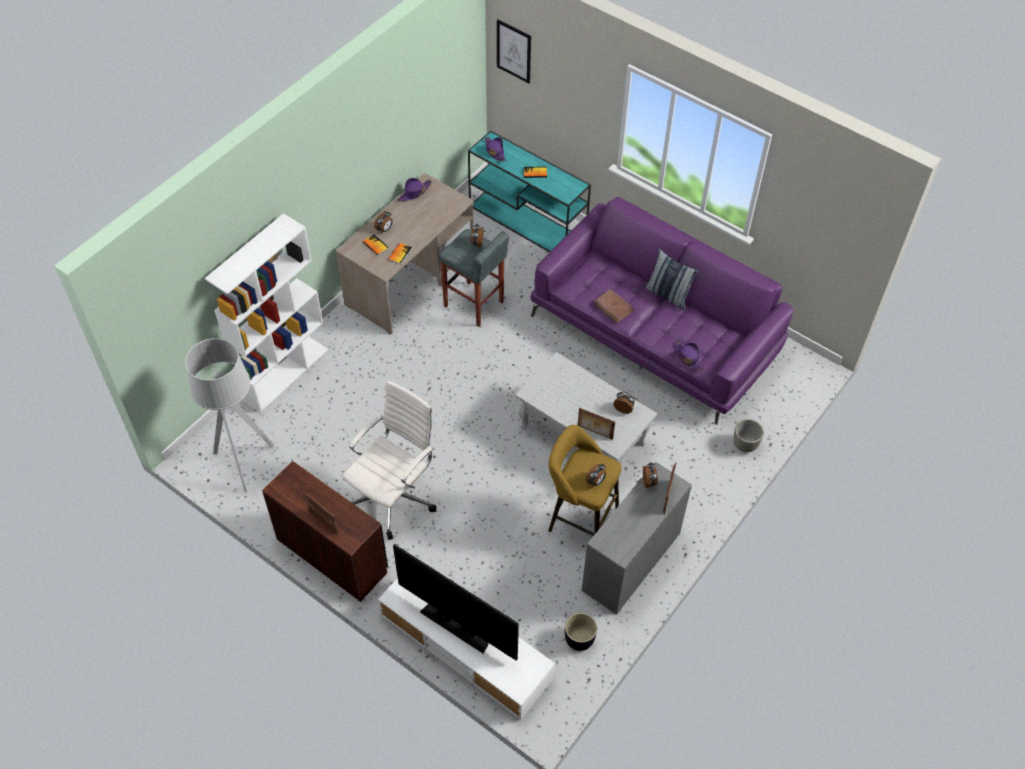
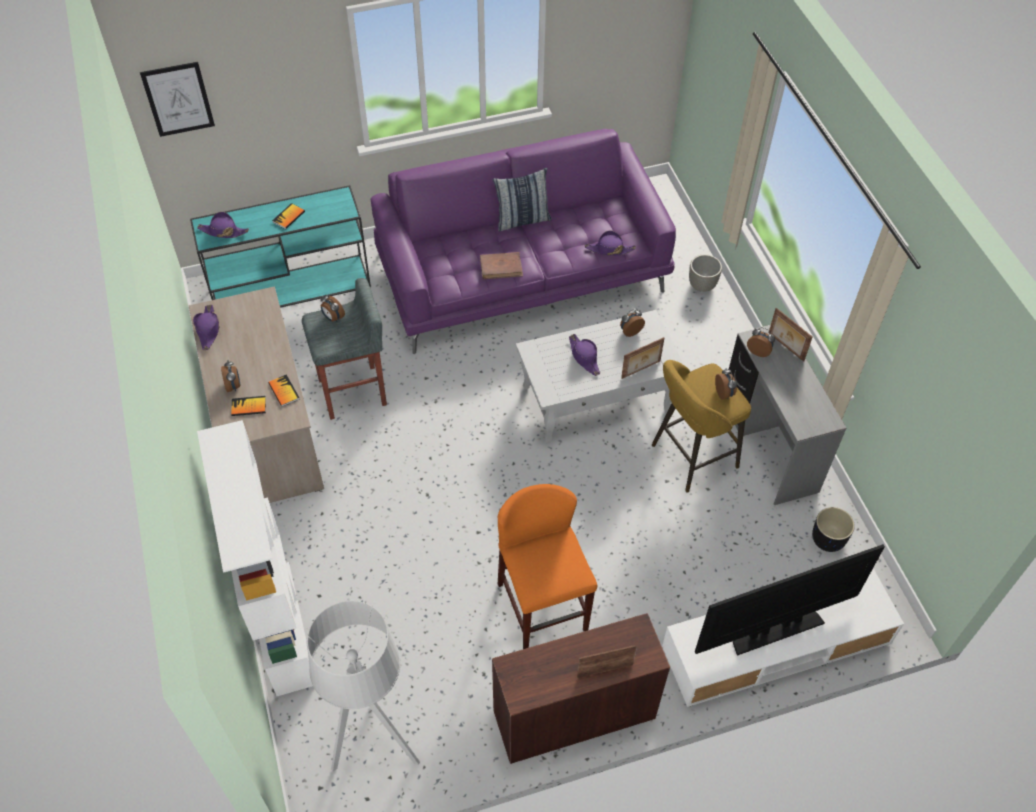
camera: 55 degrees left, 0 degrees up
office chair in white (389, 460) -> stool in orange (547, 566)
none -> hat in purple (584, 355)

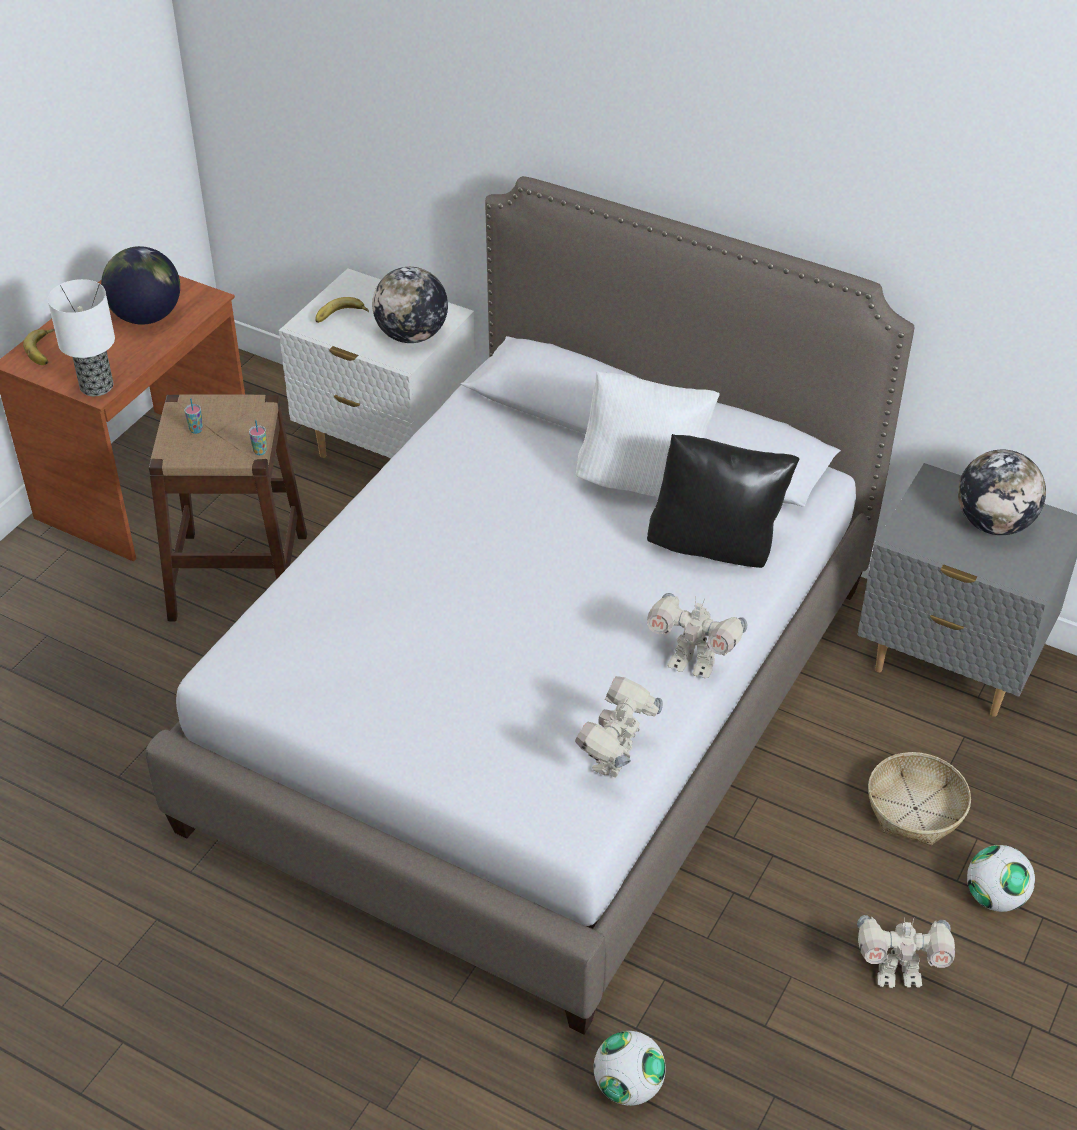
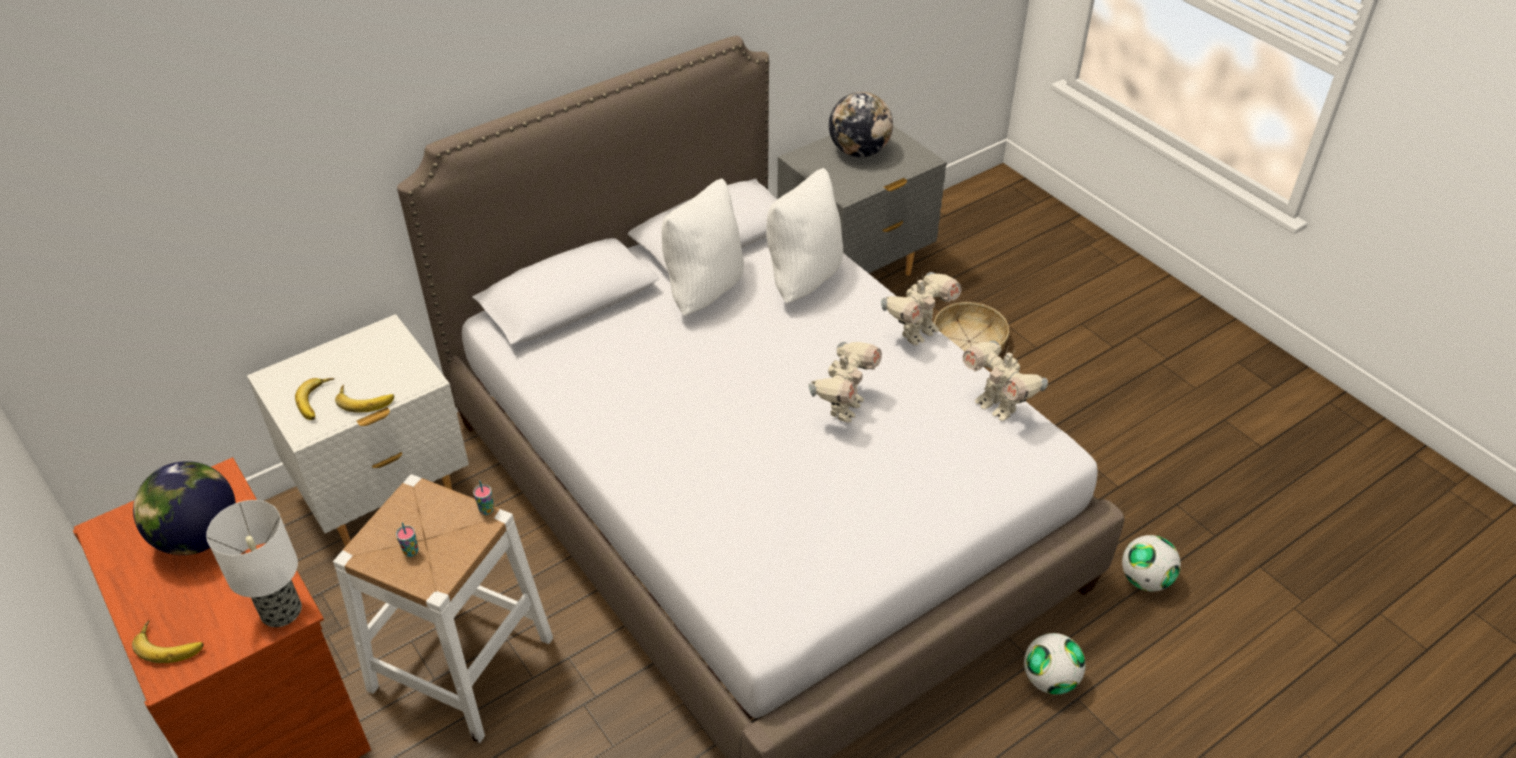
camera: 65 degrees left, 0 degrees up
stool in brown (228, 507) -> stool in white (443, 608)
globe (410, 305) -> none
pillow in black (723, 501) -> pillow in white (804, 236)
toy robot (906, 951) -> toy robot (845, 382), shifted
football (1001, 878) -> football (1055, 664), shifted
none -> banana (364, 398)

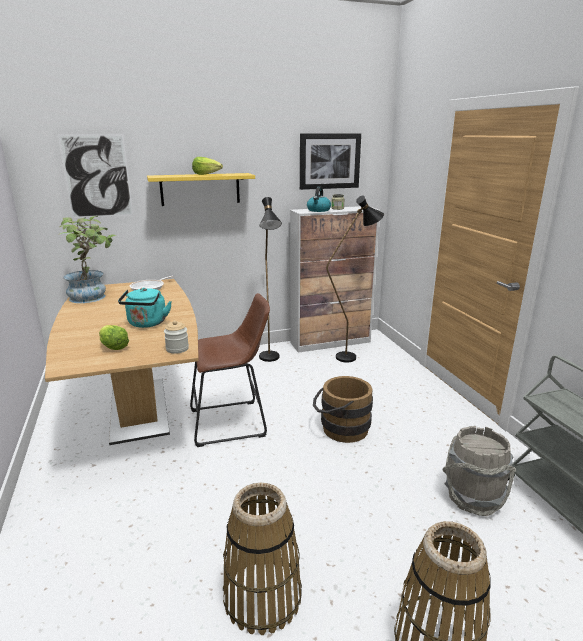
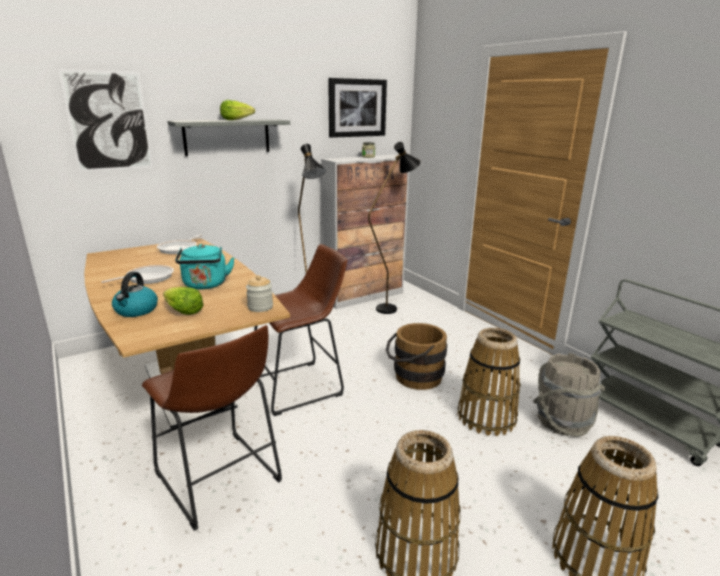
camera: 15 degrees left, 0 degrees up
potted plant (87, 259) -> none
shelf in yellow (201, 189) -> shelf in grey (229, 137)
kettle (319, 199) -> kettle (135, 294), shifted
none -> frying pan (137, 274)
none -> stool in brown (212, 428)
none -> basket (489, 382)

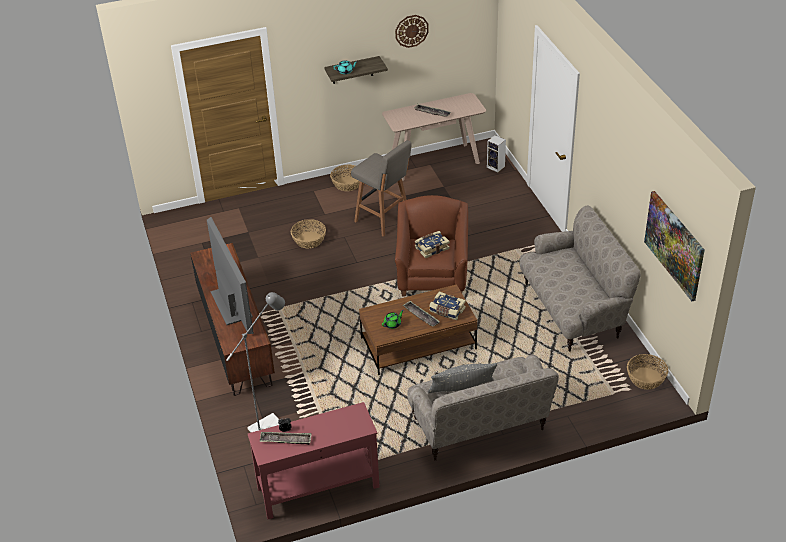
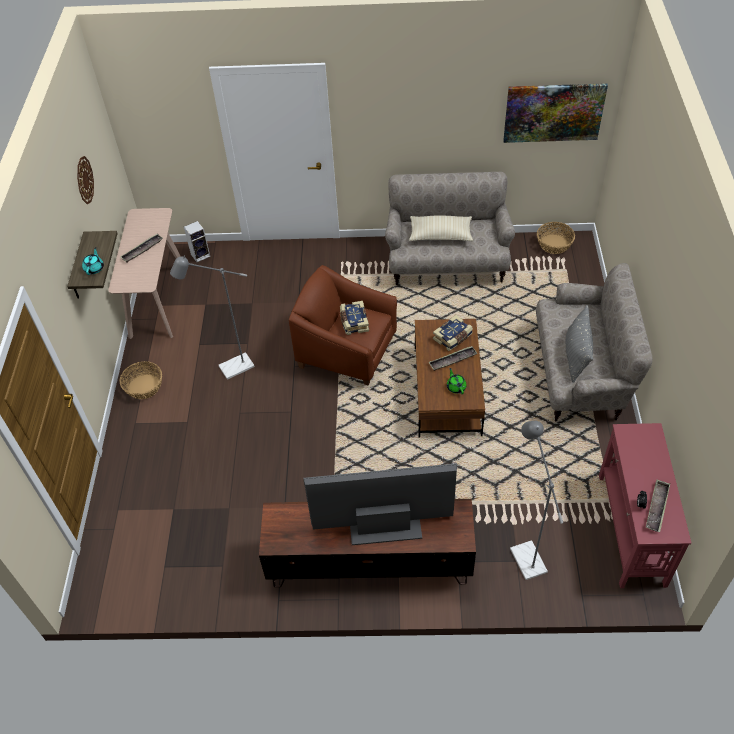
camera: 70 degrees left, 10 degrees up
basket (308, 234) -> none
stool in grey (381, 188) -> floor lamp in grey (212, 318)
none -> pillow in beige (441, 228)

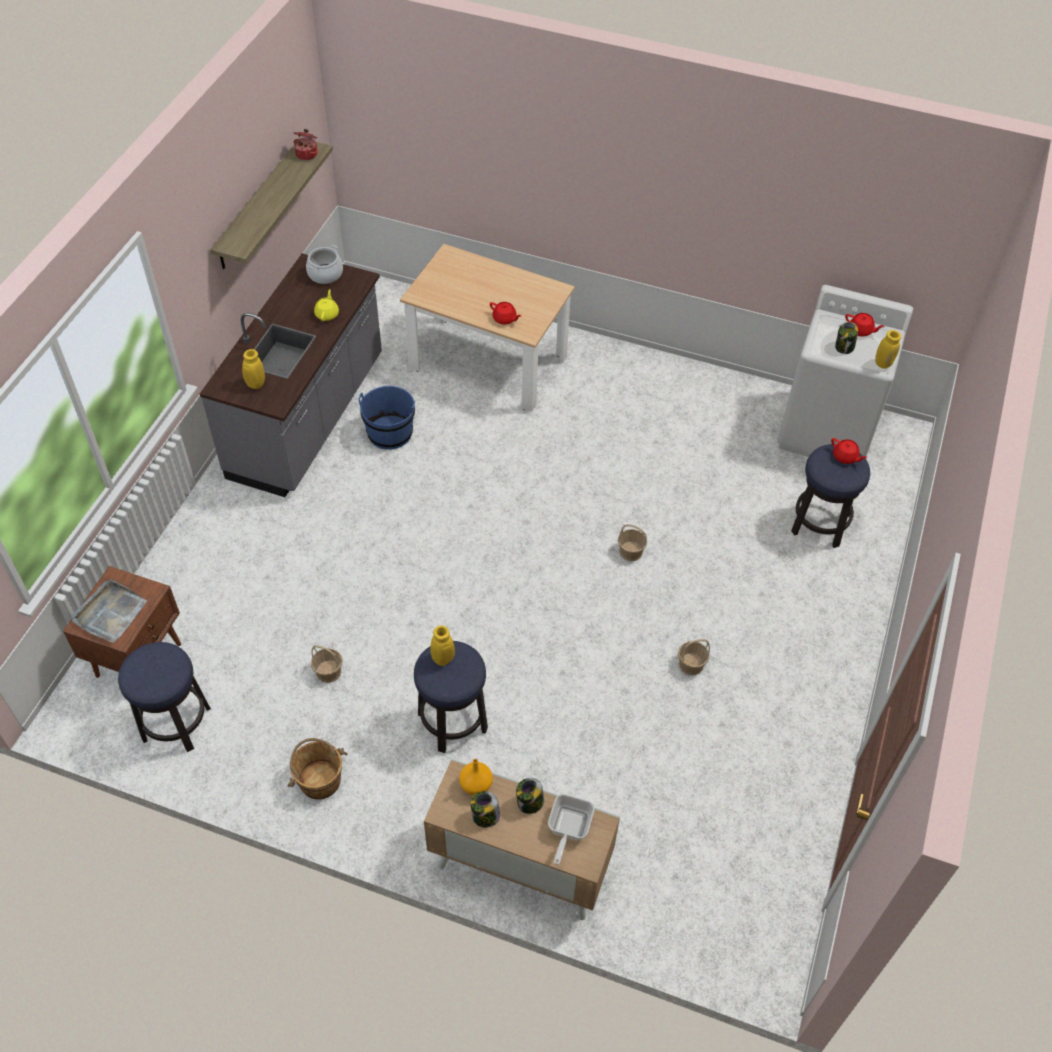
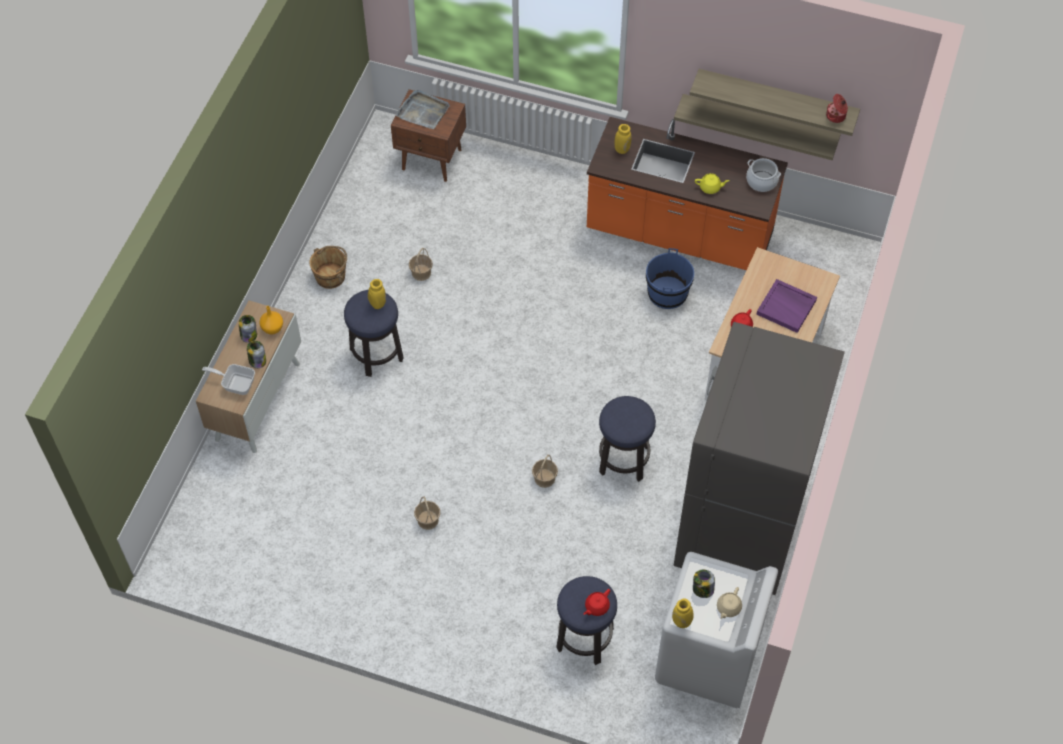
camera: 90 degrees right, 5 degrees up
stool (164, 697) -> stool (627, 439), shifted
counter in grey (291, 375) -> counter in orange (687, 193)
teapot in red (865, 325) -> teapot in beige (729, 603)
none -> shelf (757, 127)
none -> fridge in grey (759, 458)
none -> tray in purple (787, 306)

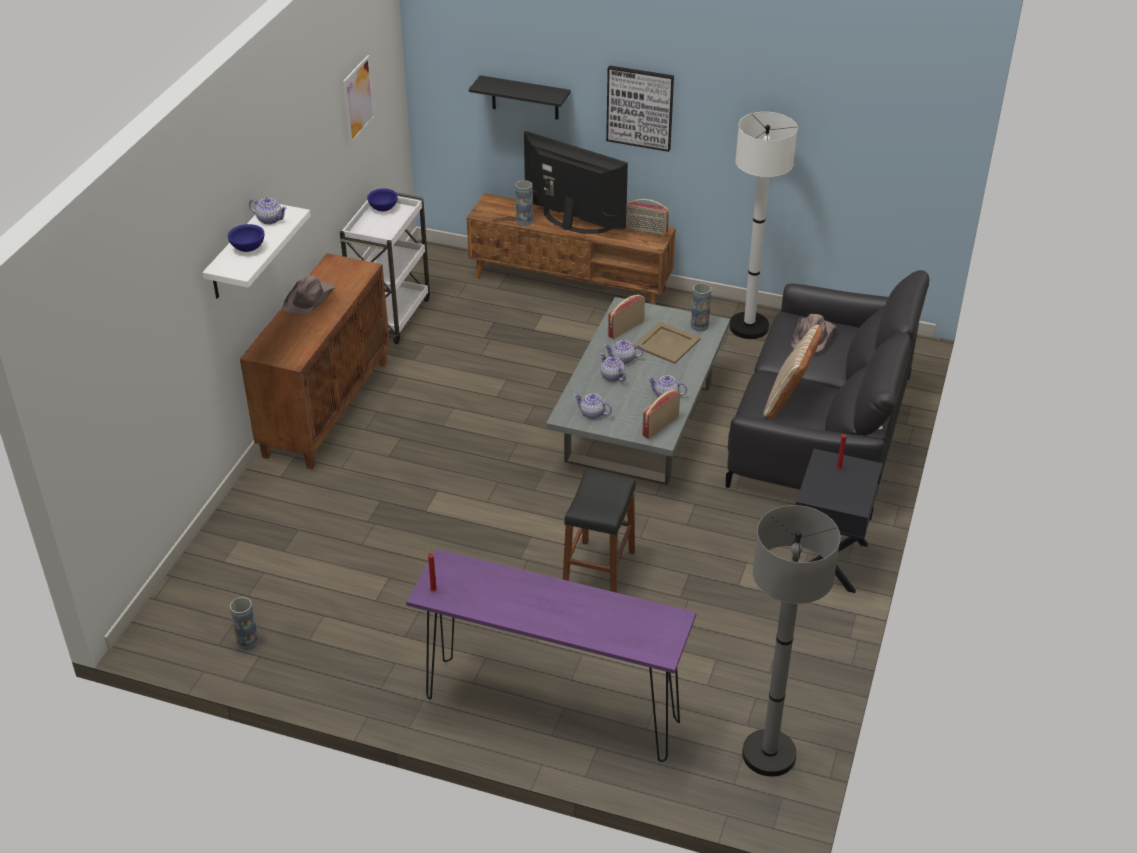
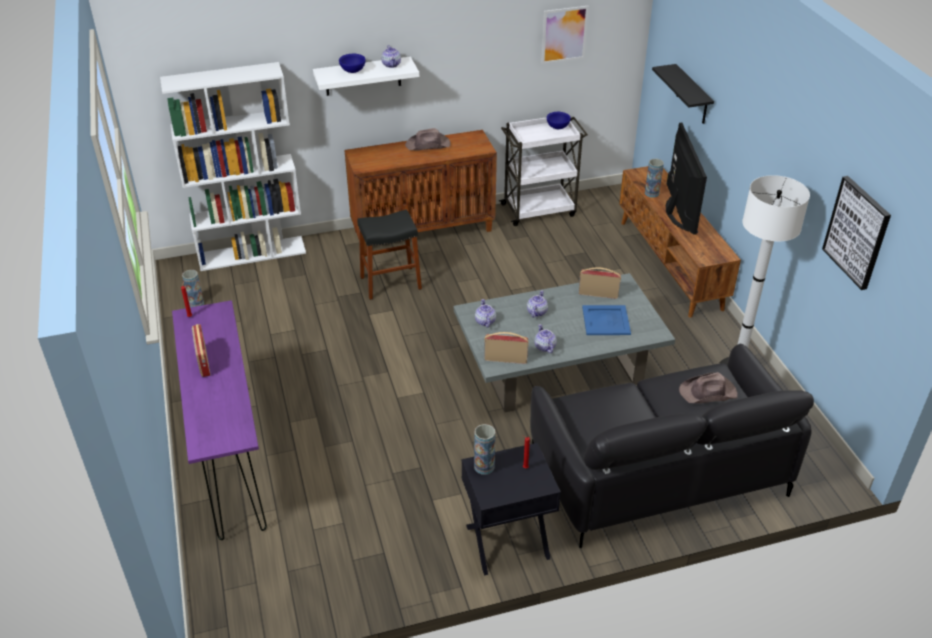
camera: 55 degrees right, 0 degrees up
stool in black (599, 531) -> stool in black (389, 255), shifted
teapot (624, 352) -> none
picture (640, 108) -> picture (856, 233), shifted
radio (647, 217) -> radio (201, 350), shifted
tray in beige (667, 342) -> tray in blue (606, 320)
vase (701, 307) -> vase (484, 449), shifted
floor lamp in grey (791, 641) -> none
pillow in beige (792, 372) -> none
none -> bookcase in white (233, 166)

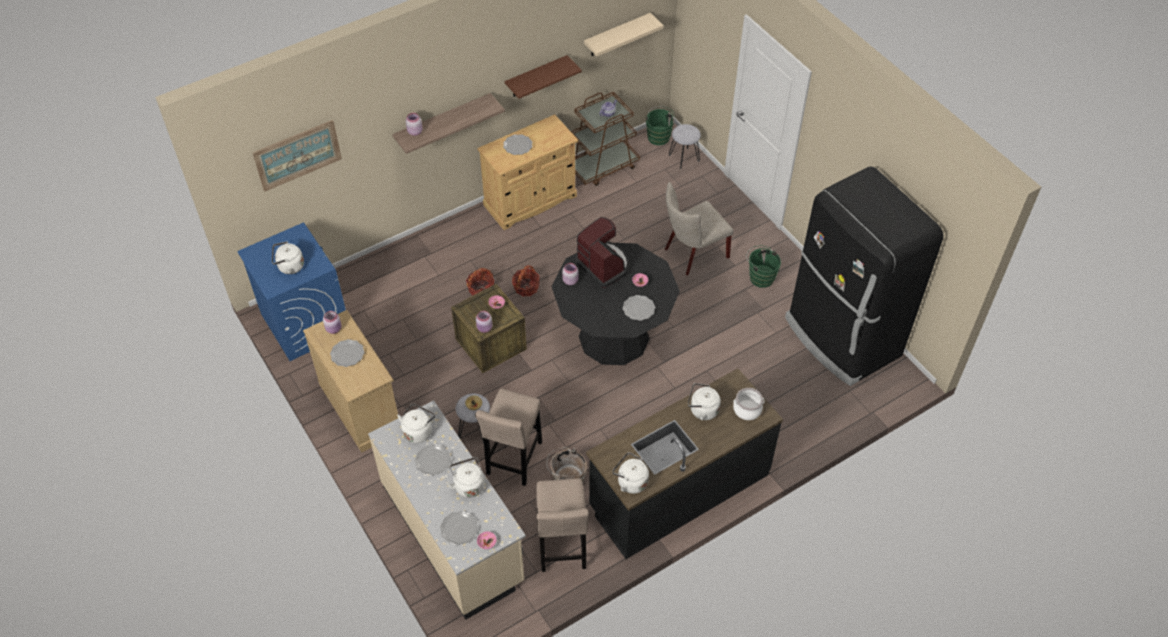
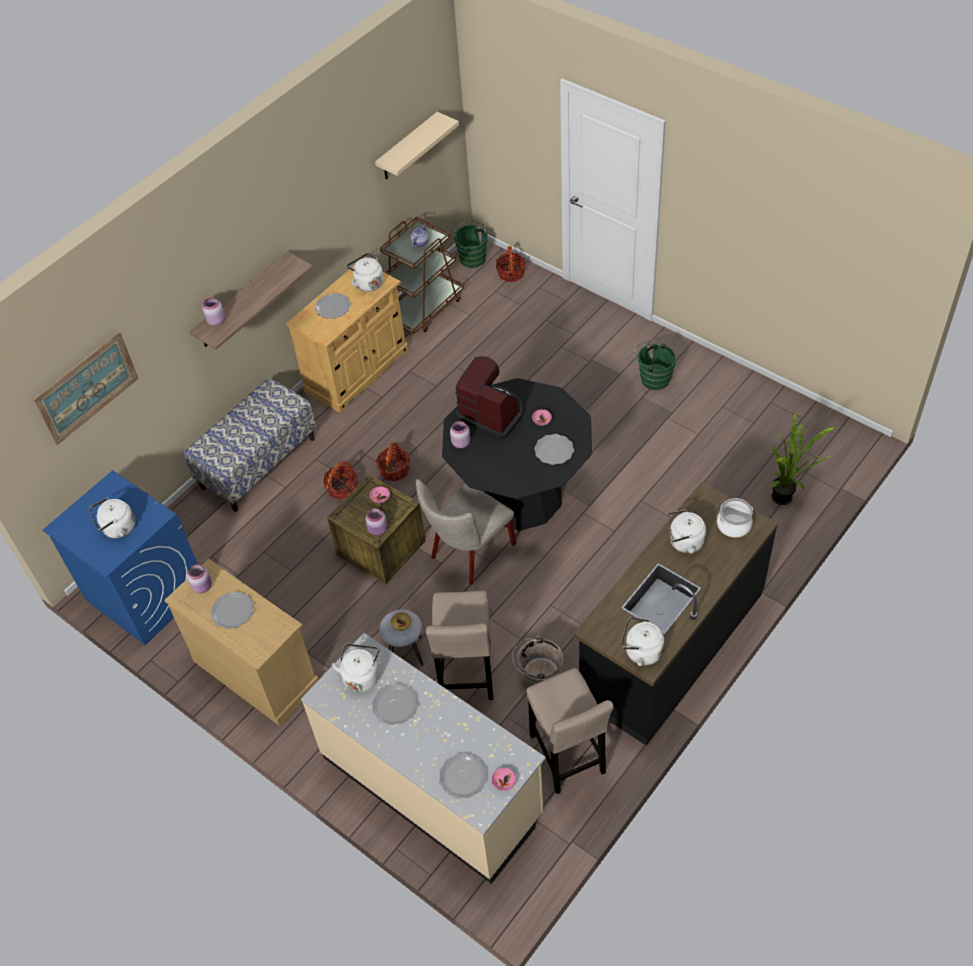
camera: 15 degrees left, 0 degrees up
kettle in white (466, 477) -> kettle in white (365, 272), shifted
shelf in brown (543, 77) -> none
chair in beige (699, 228) -> chair in beige (466, 532), shifted
stool in grey (685, 146) -> basket (511, 264)
fridge in black (864, 276) -> none
none -> bench (250, 445)
none -> potted plant (804, 458)

